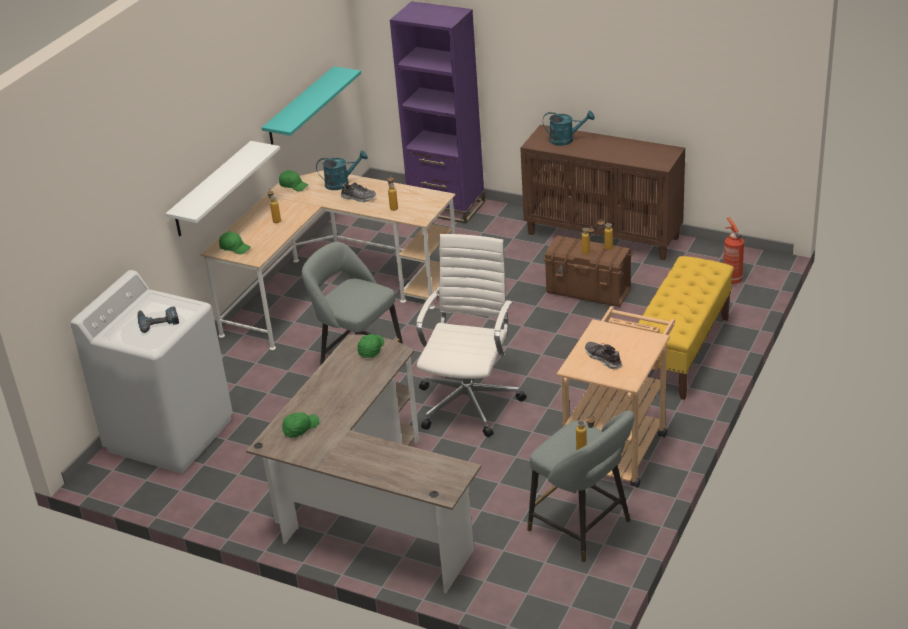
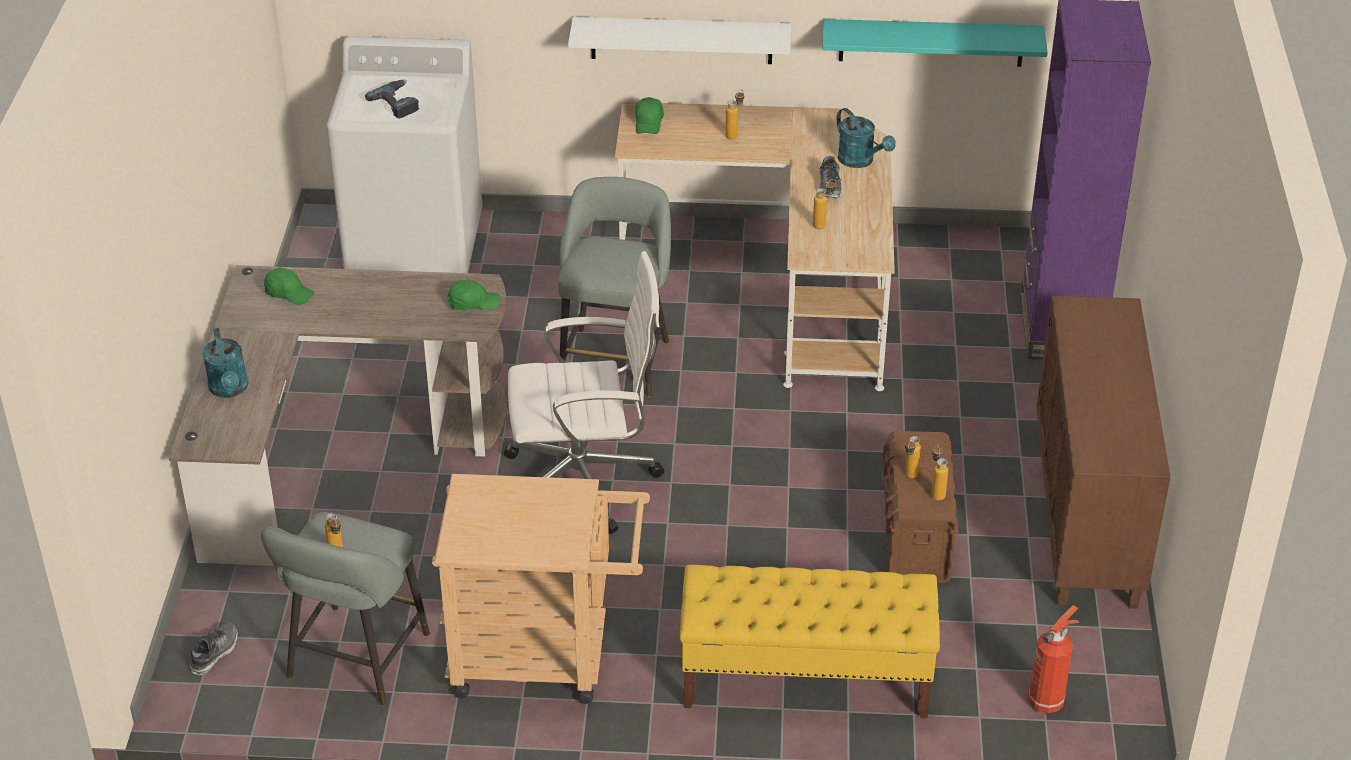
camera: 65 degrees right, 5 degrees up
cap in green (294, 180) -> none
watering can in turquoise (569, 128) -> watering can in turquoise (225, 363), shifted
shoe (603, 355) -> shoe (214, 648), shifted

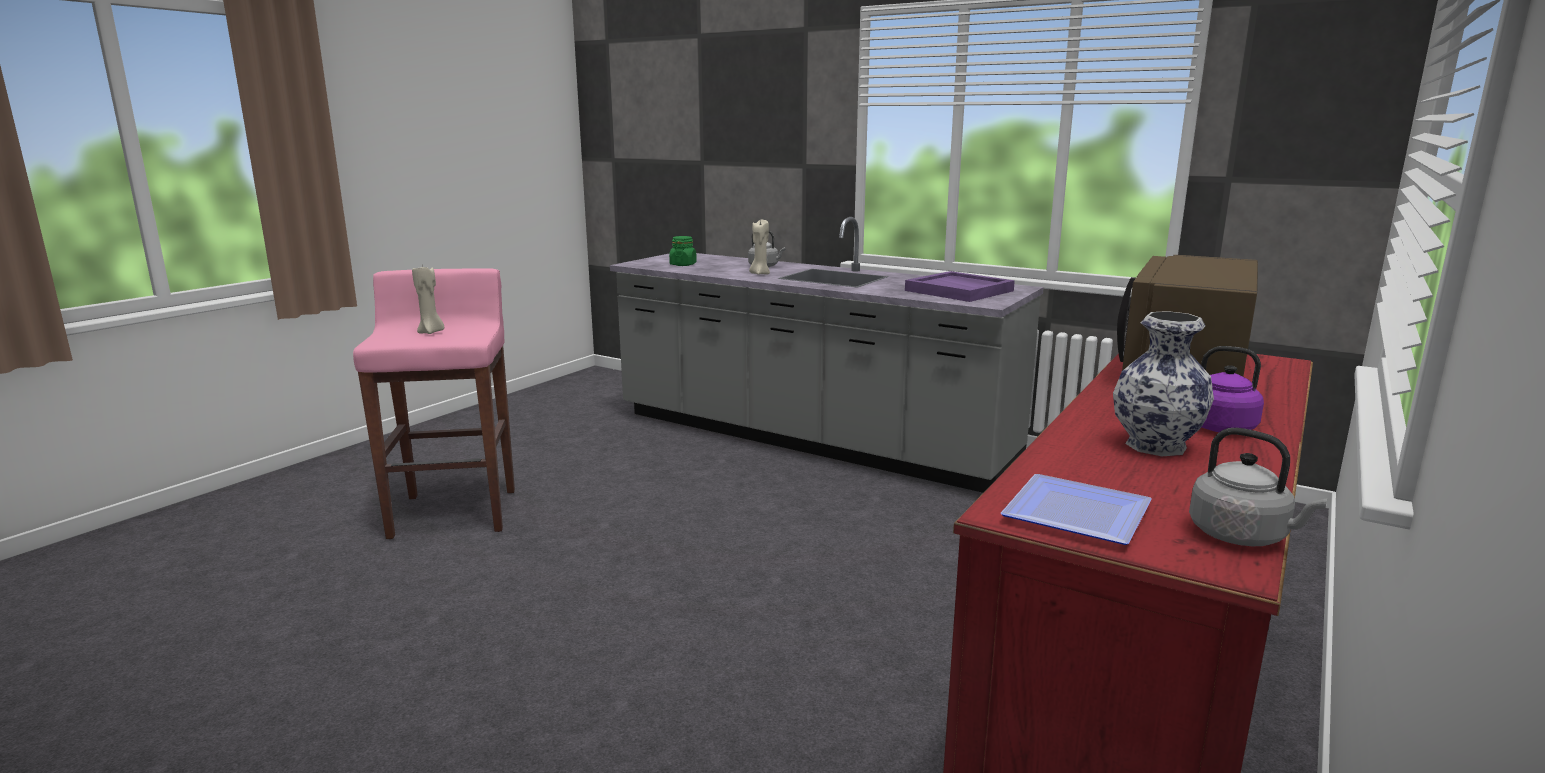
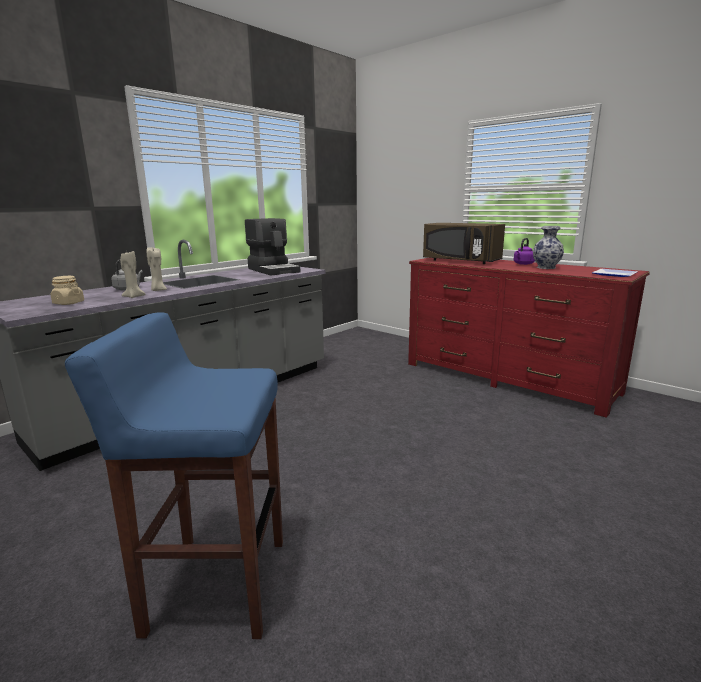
camera: 80 degrees left, 0 degrees up
stool in pink (434, 403) -> stool in blue (174, 475)
candle in beige (428, 299) -> candle in beige (132, 274), shifted
jar in green (683, 251) -> jar in beige (67, 290)
tray in purple (960, 286) -> coffee machine (272, 247)
kettle in grey (1258, 487) -> none

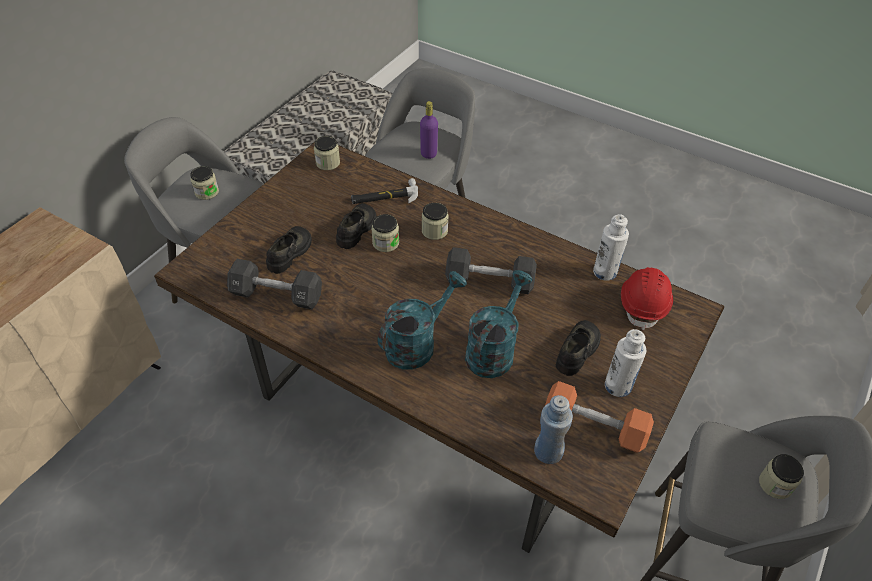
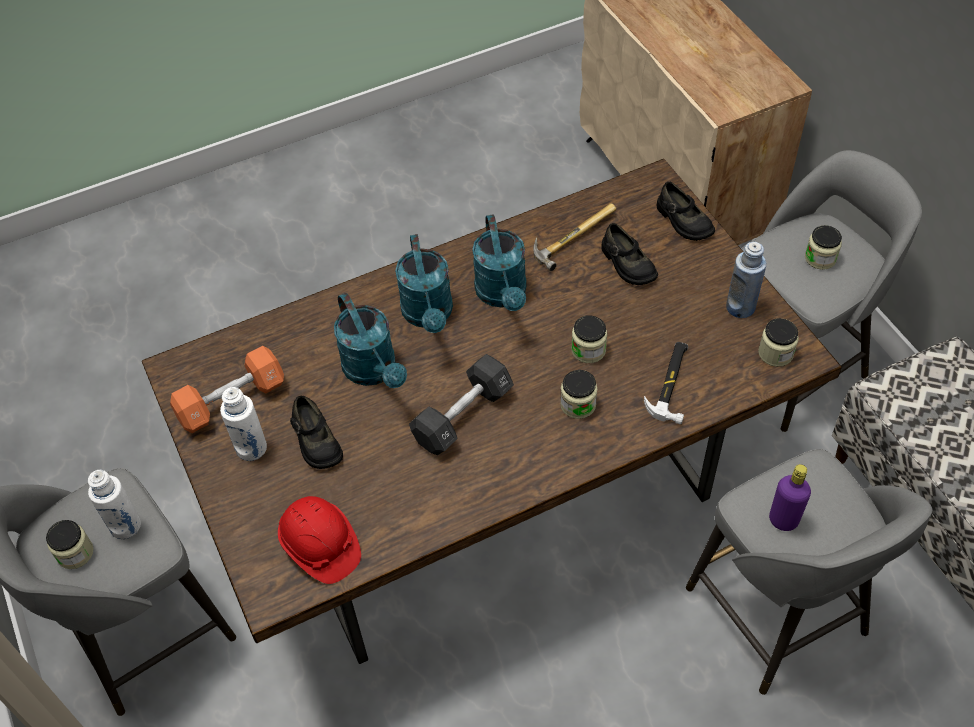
camera: 125 degrees right, 5 degrees up
dumbbell in black (274, 284) -> hammer (575, 237)
shoe in black (356, 226) -> shoe in black (685, 211), shifted
bottle in blue (553, 429) -> bottle in blue (746, 280), shifted
bottle in white (611, 247) -> bottle in white (114, 504), shifted
none -> watering can in turquoise (499, 262)

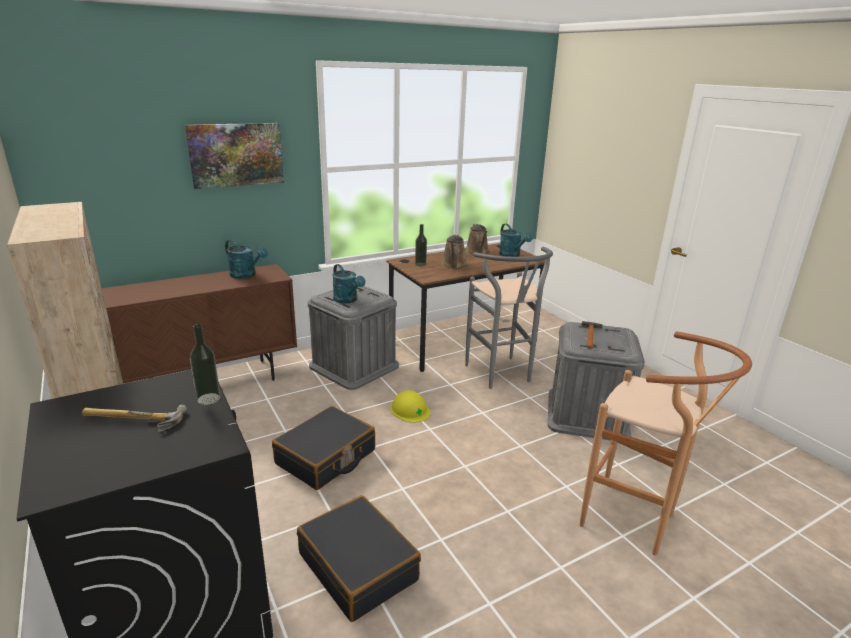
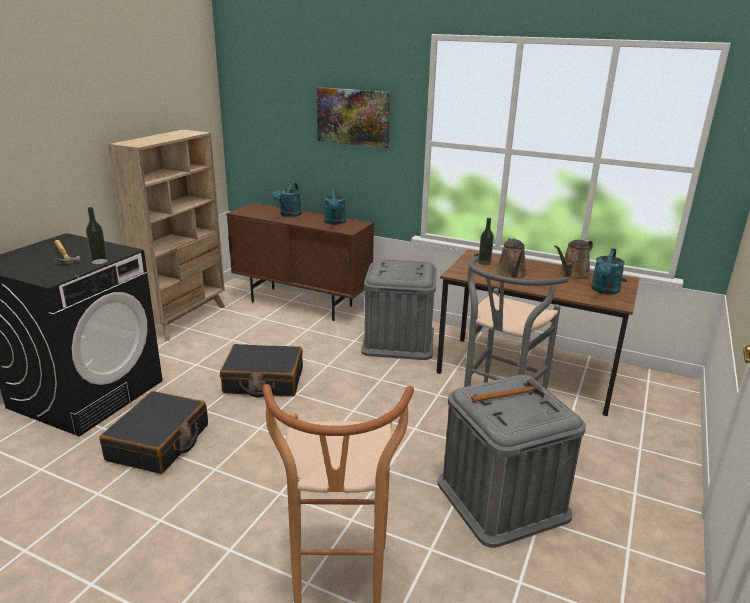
camera: 55 degrees right, 0 degrees up
watering can in turquoise (348, 284) -> watering can in turquoise (287, 200), shifted
hard hat in yellow (410, 406) -> none
watering can in brown (454, 251) -> watering can in brown (511, 258), 60 degrees counterclockwise

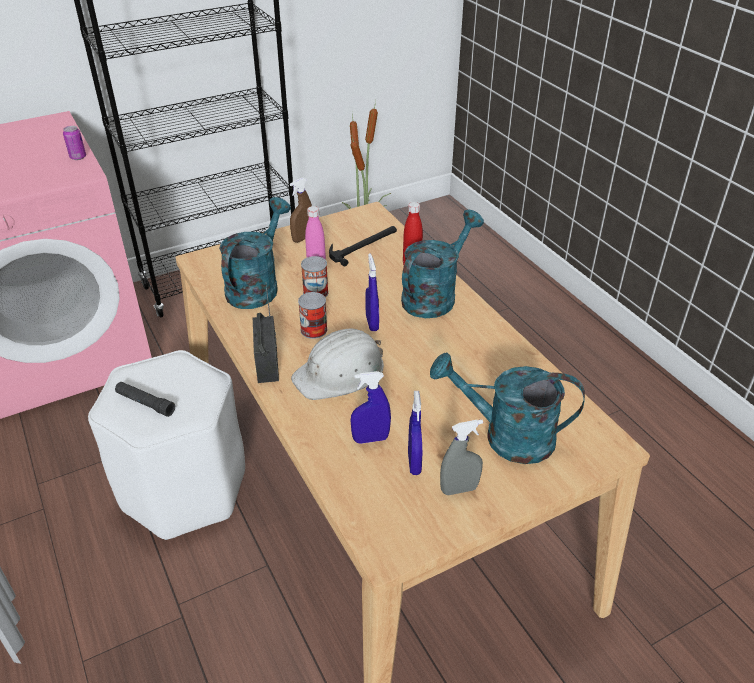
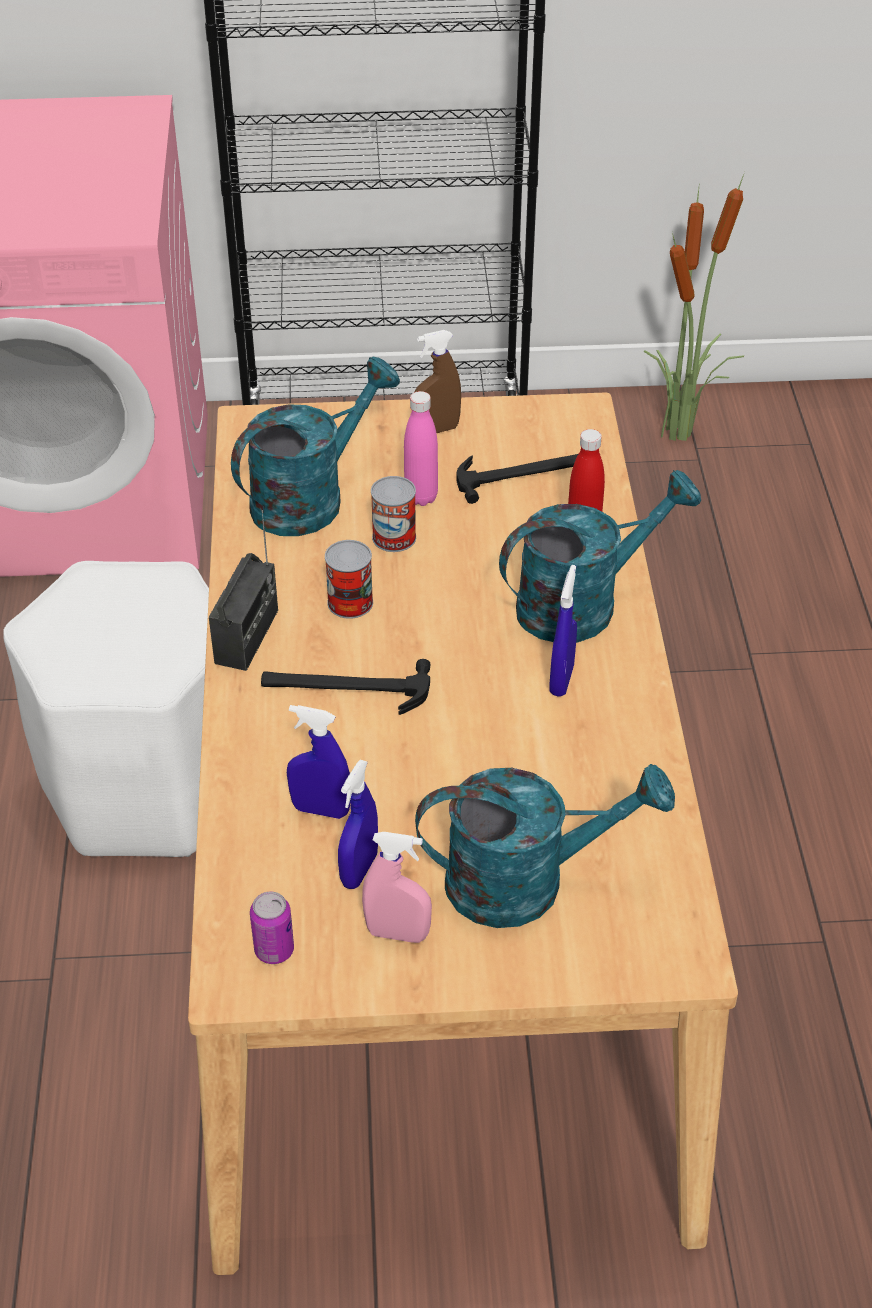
camera: 25 degrees right, 5 degrees up
can (74, 143) -> can (272, 927), shifted
flashlight in black (145, 399) -> none
hard hat in white (337, 364) -> hammer (345, 687)
spray bottle in blue (372, 292) -> spray bottle in blue (563, 631), shifted
watering can in turquoise (507, 408) -> watering can in turquoise (545, 846), 135 degrees clockwise
spray bottle in grey (461, 457) -> spray bottle in pink (397, 887)

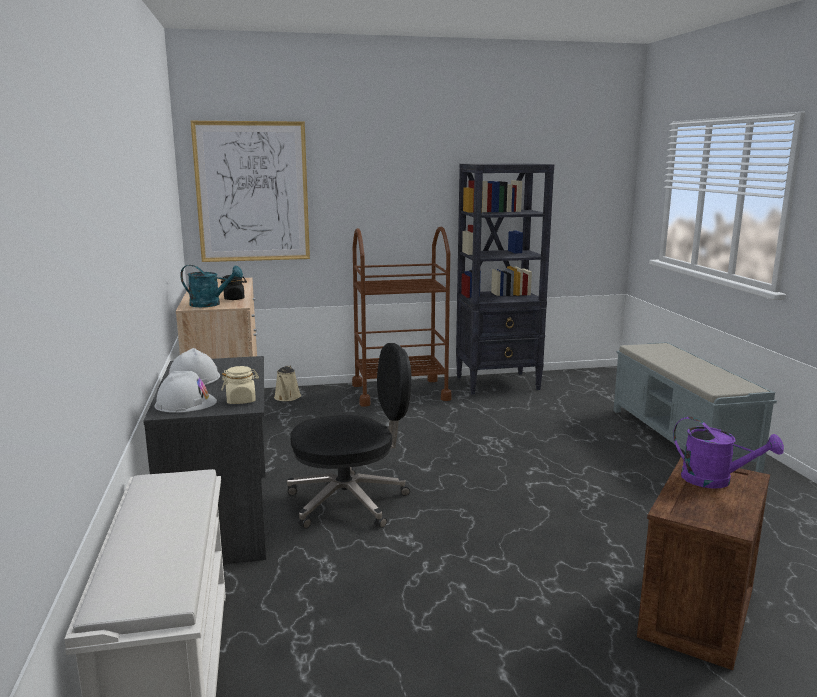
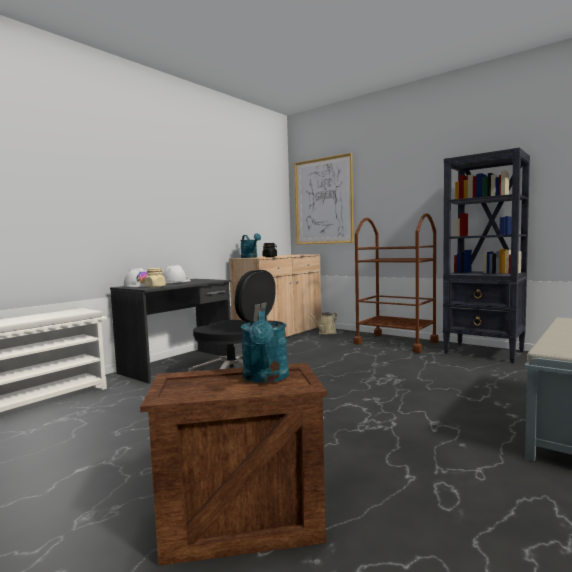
camera: 50 degrees right, 10 degrees down
watering can in purple (728, 453) -> watering can in turquoise (265, 345)

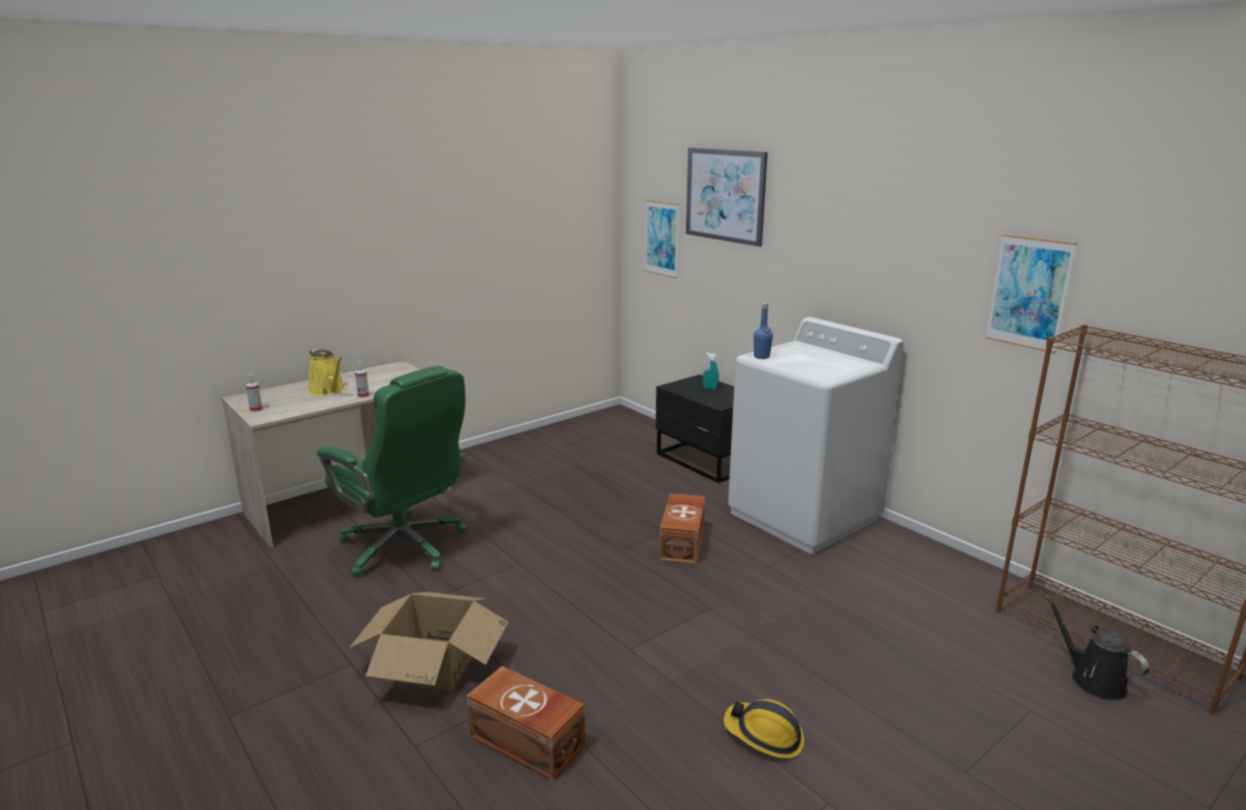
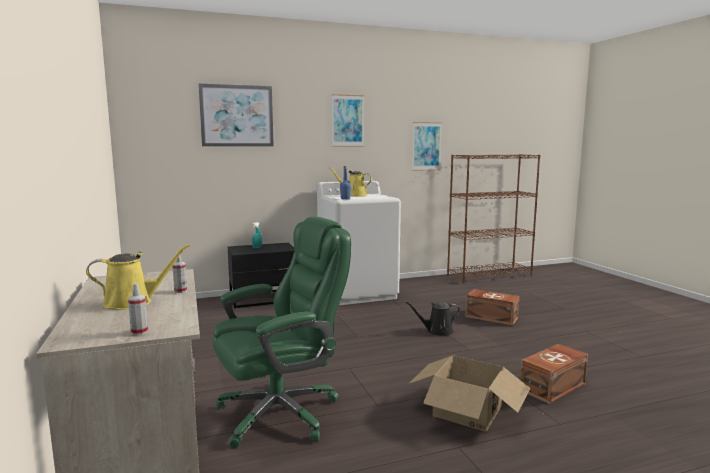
camera: 70 degrees left, 10 degrees down
picture (662, 238) -> picture (348, 120), shifted
storage box in brown (682, 528) -> storage box in brown (492, 307), shifted
hard hat (764, 729) -> none
watering can in black (1097, 647) -> watering can in black (432, 318), shifted
none -> watering can in yellow (350, 182)

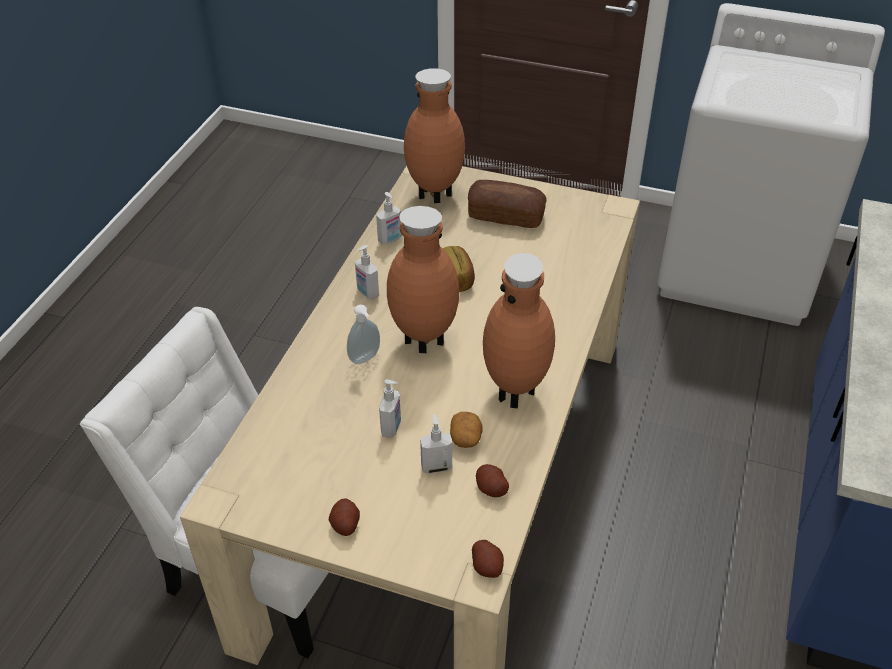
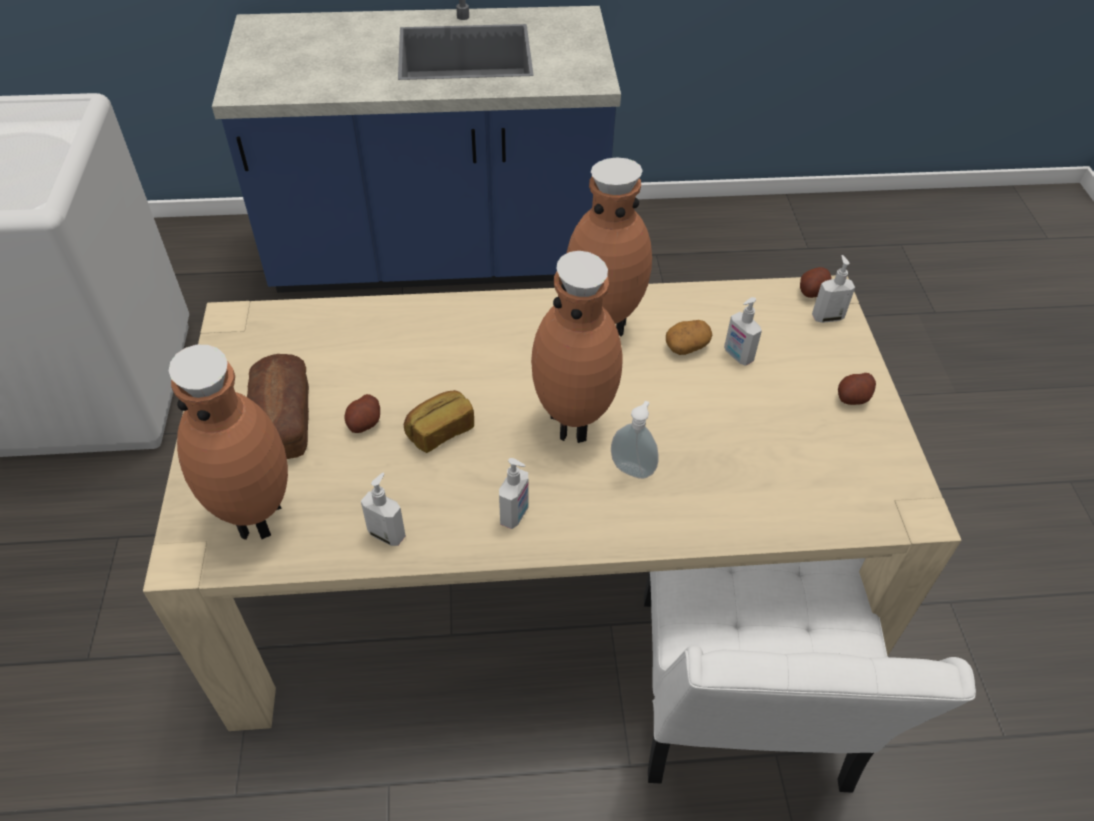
camera: 115 degrees left, 5 degrees up
soap dispenser (390, 408) -> soap dispenser (833, 289), shifted
potato (492, 480) -> potato (362, 413), shifted

